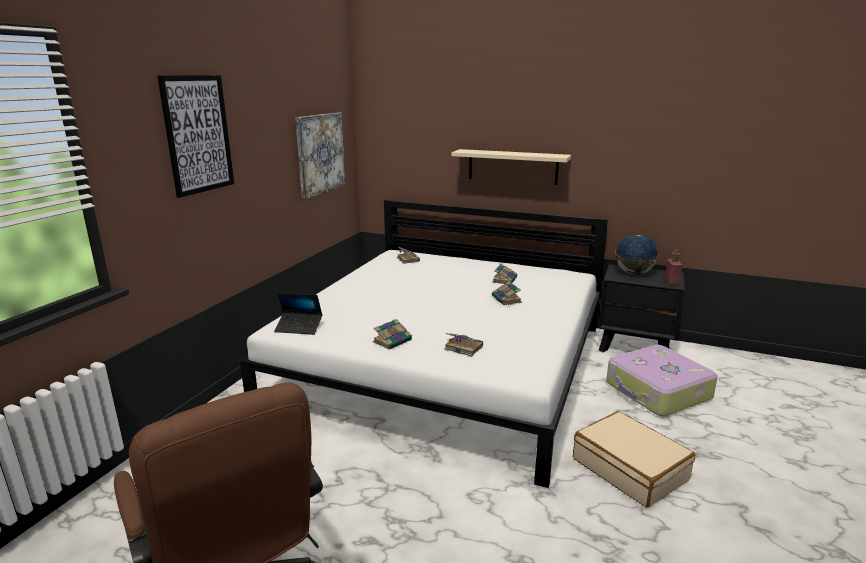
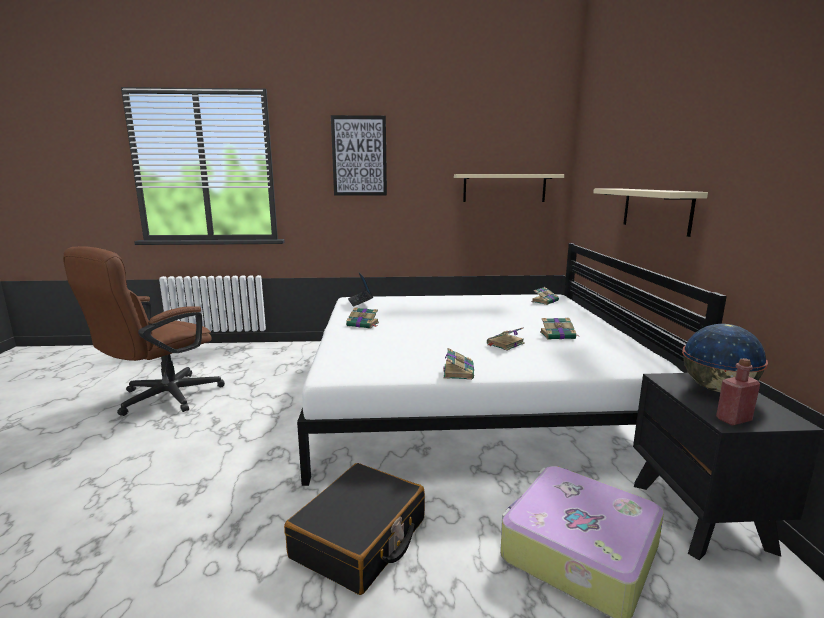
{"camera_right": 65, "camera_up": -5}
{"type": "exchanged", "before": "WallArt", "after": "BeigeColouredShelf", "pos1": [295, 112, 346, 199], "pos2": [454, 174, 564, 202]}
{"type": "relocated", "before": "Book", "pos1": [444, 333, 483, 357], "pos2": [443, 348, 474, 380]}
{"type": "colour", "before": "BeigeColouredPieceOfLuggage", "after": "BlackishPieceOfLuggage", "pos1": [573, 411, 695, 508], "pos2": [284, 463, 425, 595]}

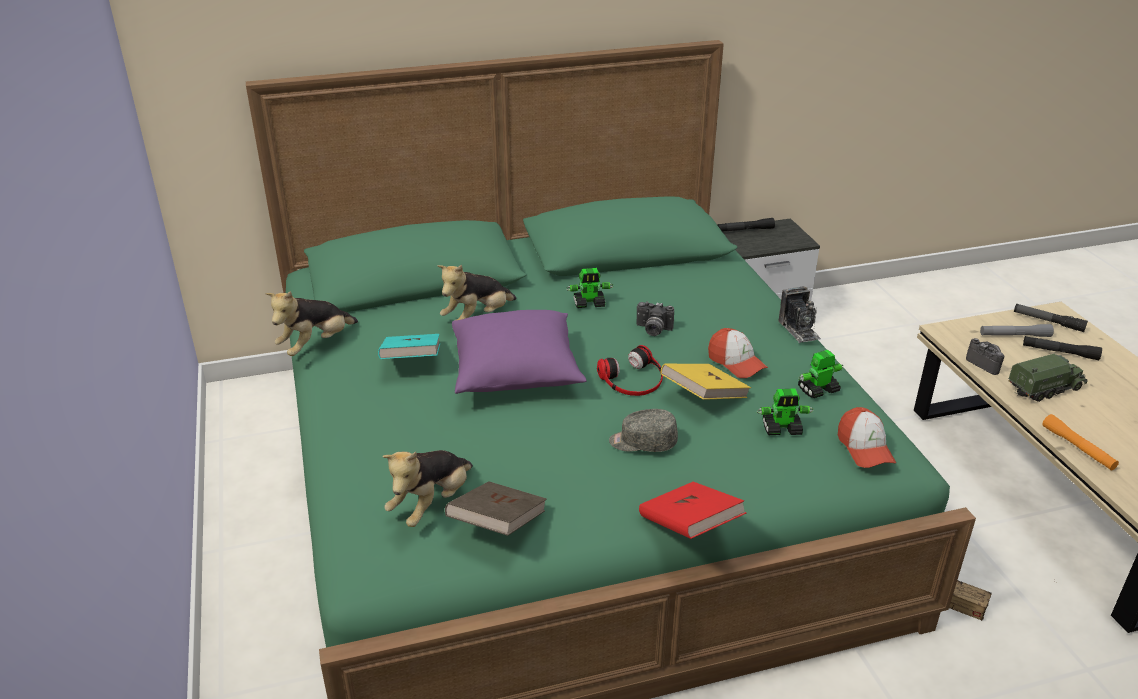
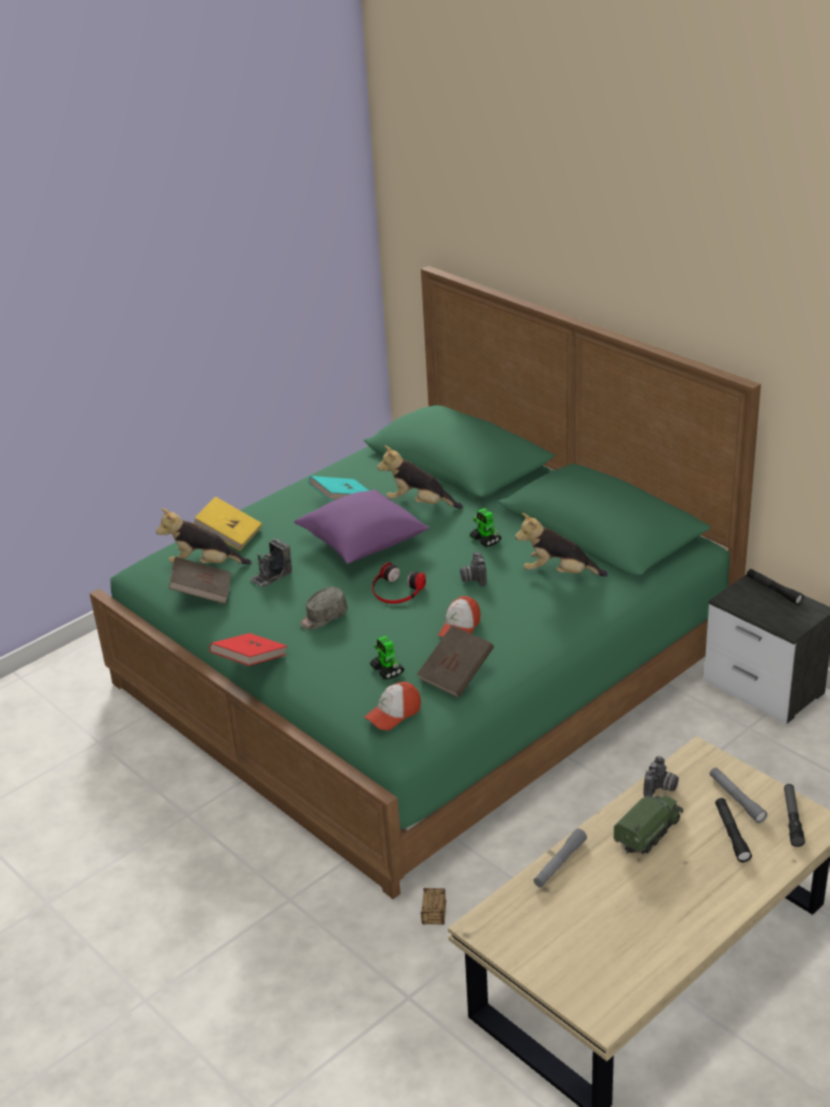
{"camera_right": 65, "camera_up": 0}
{"type": "relocated", "before": "StillCamera", "pos1": [779, 286, 821, 343], "pos2": [249, 539, 292, 587]}
{"type": "relocated", "before": "CuddlyToy", "pos1": [265, 291, 358, 356], "pos2": [515, 513, 608, 577]}
{"type": "exchanged", "before": "ToyRobot", "after": "BrownColouredBook", "pos1": [798, 350, 843, 398], "pos2": [417, 625, 494, 698]}
{"type": "spun", "before": "ToyLorry", "pos1": [1008, 354, 1088, 402], "pos2": [613, 795, 683, 854], "turn": -90}
{"type": "relocated", "before": "YellowBook", "pos1": [661, 364, 751, 400], "pos2": [193, 497, 262, 551]}
{"type": "spun", "before": "GreyBaseballCap", "pos1": [609, 409, 678, 452], "pos2": [300, 587, 348, 630], "turn": -105}
{"type": "colour", "before": "OrangeyTorch", "after": "GreyTorch", "pos1": [1042, 414, 1119, 470], "pos2": [533, 828, 587, 887]}

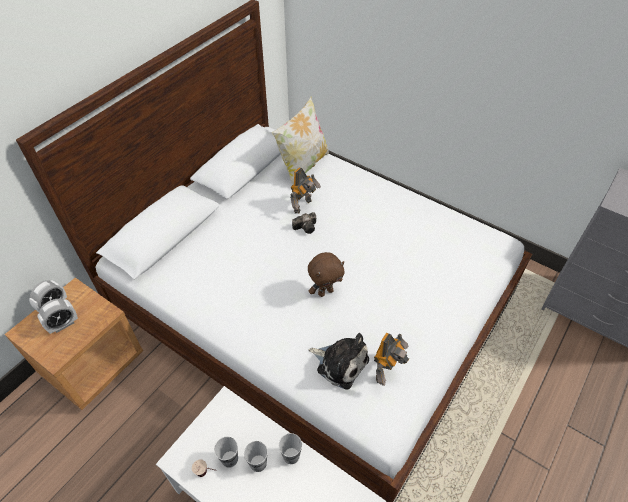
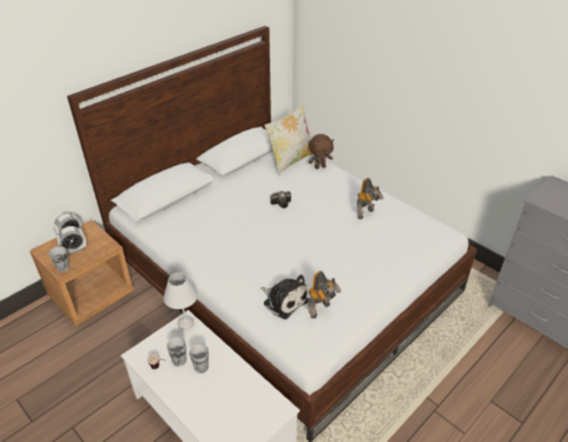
{"camera_right": 10, "camera_up": -10}
{"type": "relocated", "before": "ToyRobot", "pos1": [290, 167, 321, 213], "pos2": [357, 178, 384, 219]}
{"type": "relocated", "before": "BrownColouredCuddlyToy", "pos1": [308, 252, 344, 297], "pos2": [308, 134, 334, 169]}
{"type": "relocated", "before": "DrinkingCup", "pos1": [279, 433, 302, 464], "pos2": [49, 246, 69, 272]}
{"type": "appeared", "after": "WhiteColouredTableLamp", "pos2": [163, 272, 198, 330]}

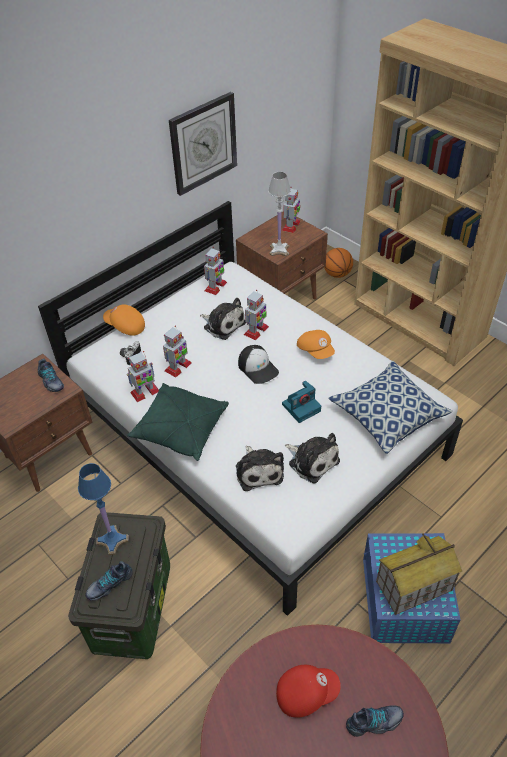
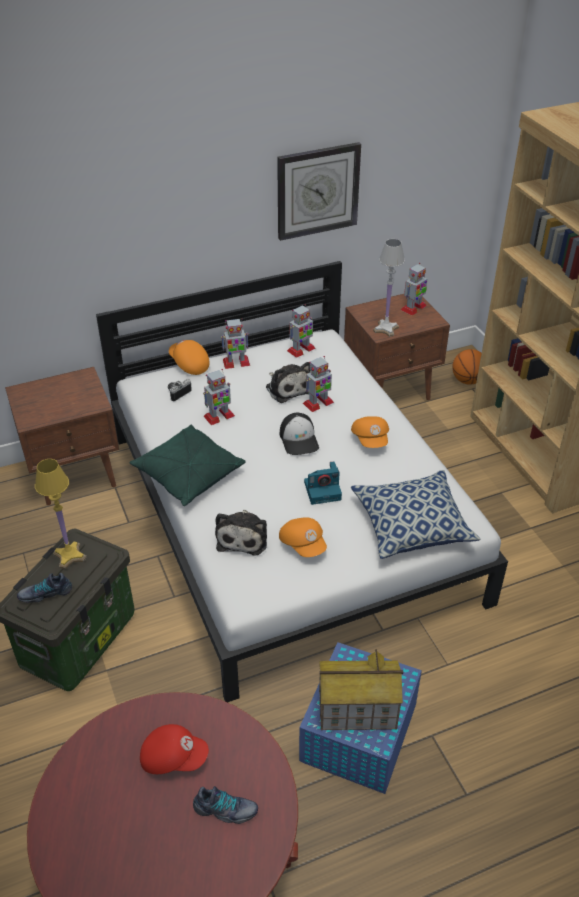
{"camera_right": 20, "camera_up": -5}
{"type": "relocated", "before": "ToyRobot", "pos1": [127, 351, 159, 402], "pos2": [221, 318, 250, 369]}
{"type": "missing", "before": "Shoe", "pos1": [38, 359, 64, 392]}
{"type": "exchanged", "before": "CuddlyToy", "after": "OrangeyBaseballCap", "pos1": [285, 433, 340, 484], "pos2": [279, 517, 327, 557]}
{"type": "colour", "before": "BlueColouredTableLamp", "after": "YellowTableLamp", "pos1": [78, 463, 129, 555], "pos2": [35, 459, 87, 569]}

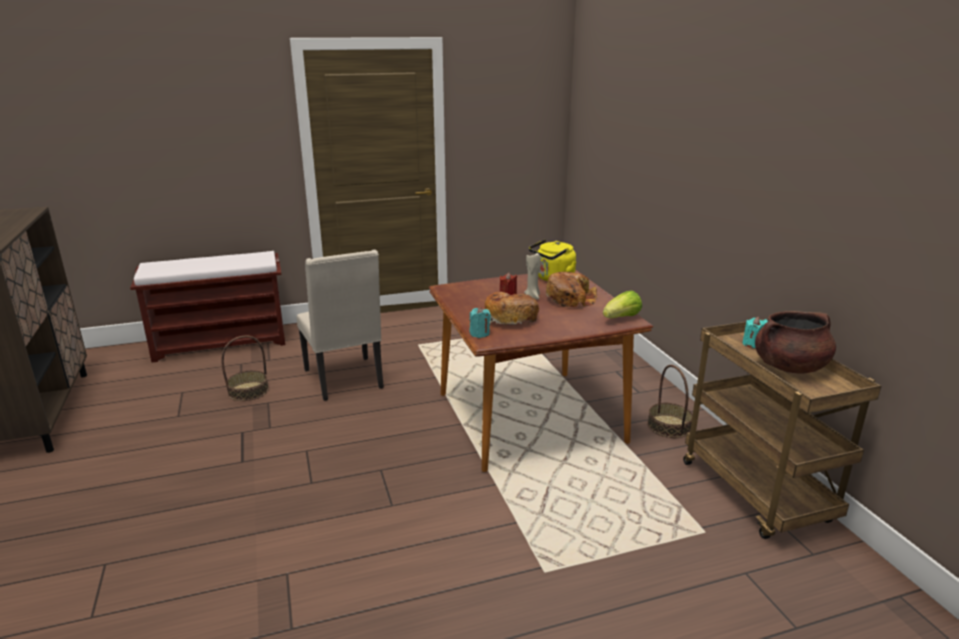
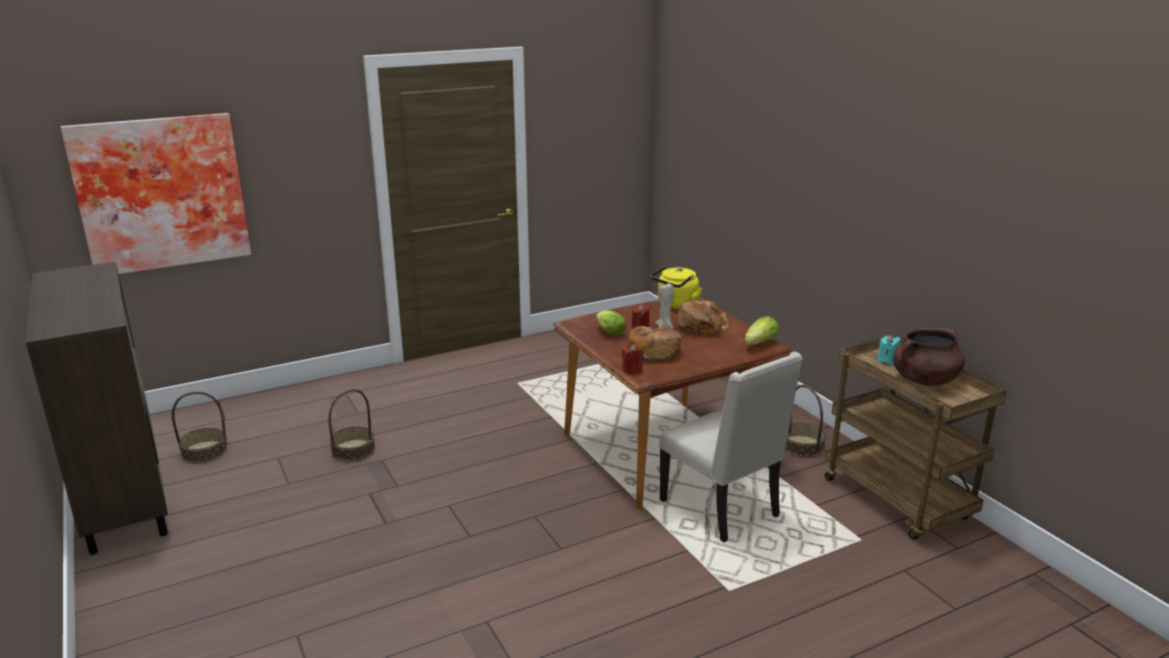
{"camera_right": -10, "camera_up": 0}
{"type": "relocated", "before": "BeigeColouredUprightChair", "pos1": [297, 250, 384, 401], "pos2": [659, 352, 803, 542]}
{"type": "missing", "before": "BrownColouredLongSeat", "pos1": [130, 251, 285, 363]}
{"type": "colour", "before": "TurquoiseCandle", "after": "ReddishCandle", "pos1": [469, 307, 491, 338], "pos2": [622, 344, 644, 375]}
{"type": "appeared", "after": "WallArt", "pos2": [60, 113, 251, 274]}
{"type": "appeared", "after": "LettuceHead", "pos2": [596, 310, 626, 336]}
{"type": "appeared", "after": "StorageBasket", "pos2": [172, 391, 227, 463]}

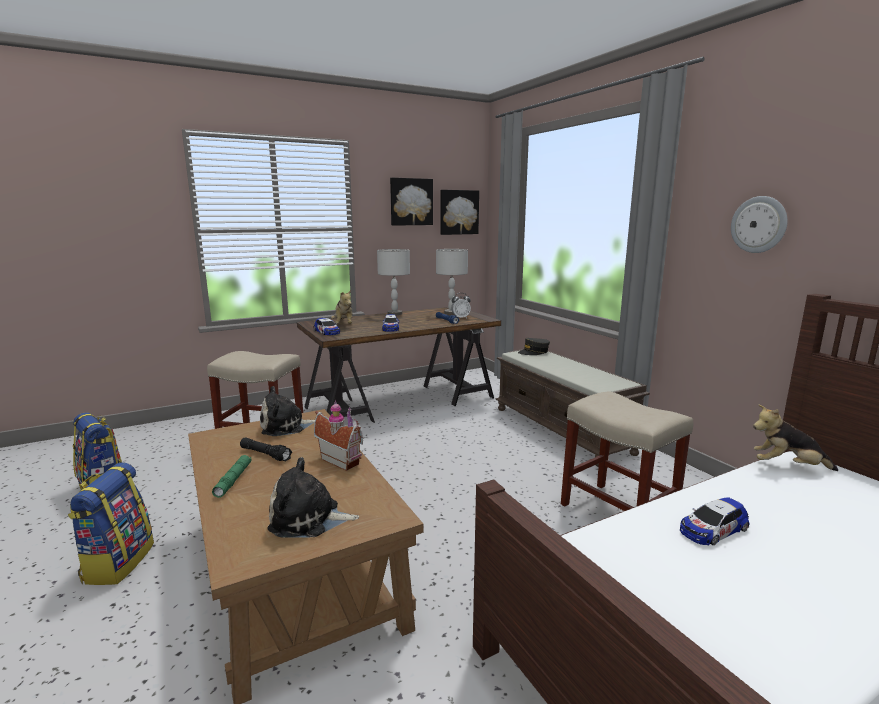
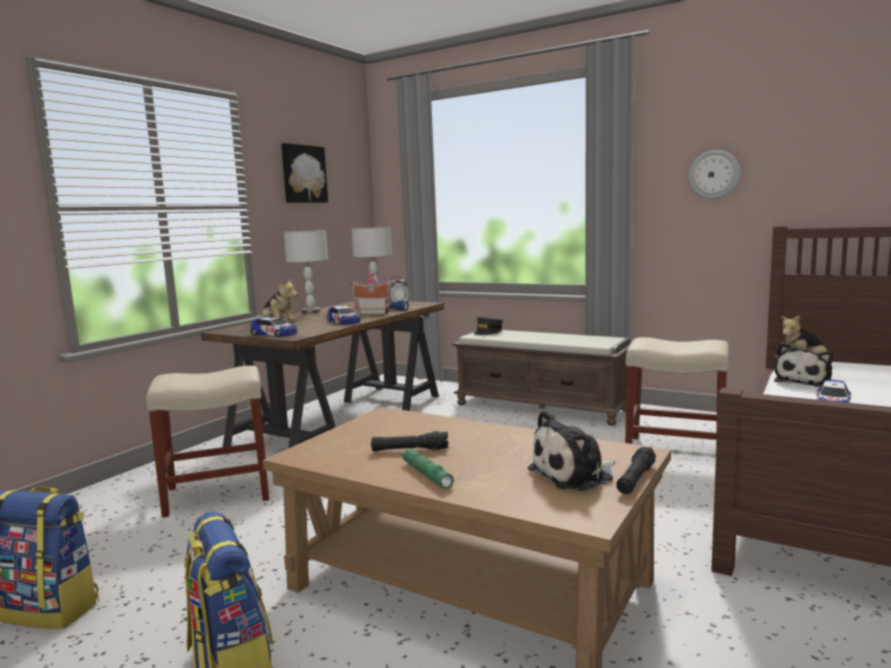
{"camera_right": -30, "camera_up": -5}
{"type": "missing", "before": "WallArt", "pos1": [440, 190, 479, 235]}
{"type": "relocated", "before": "CuddlyToy", "pos1": [260, 386, 315, 436], "pos2": [774, 342, 833, 387]}
{"type": "relocated", "before": "MiniatureHouse", "pos1": [314, 400, 363, 471], "pos2": [350, 270, 394, 314]}
{"type": "appeared", "after": "BlackishTorch", "pos2": [616, 447, 656, 494]}

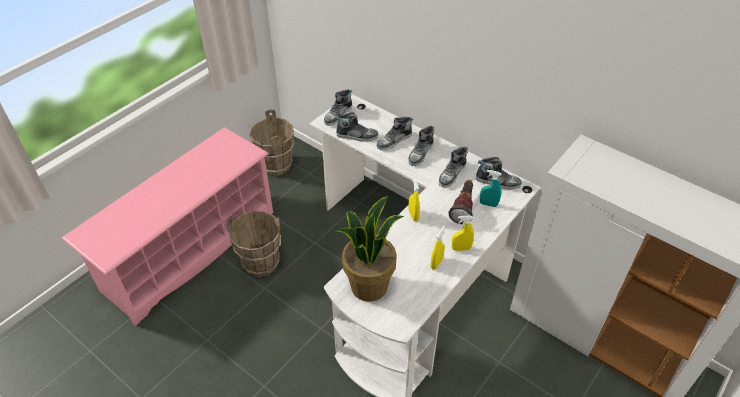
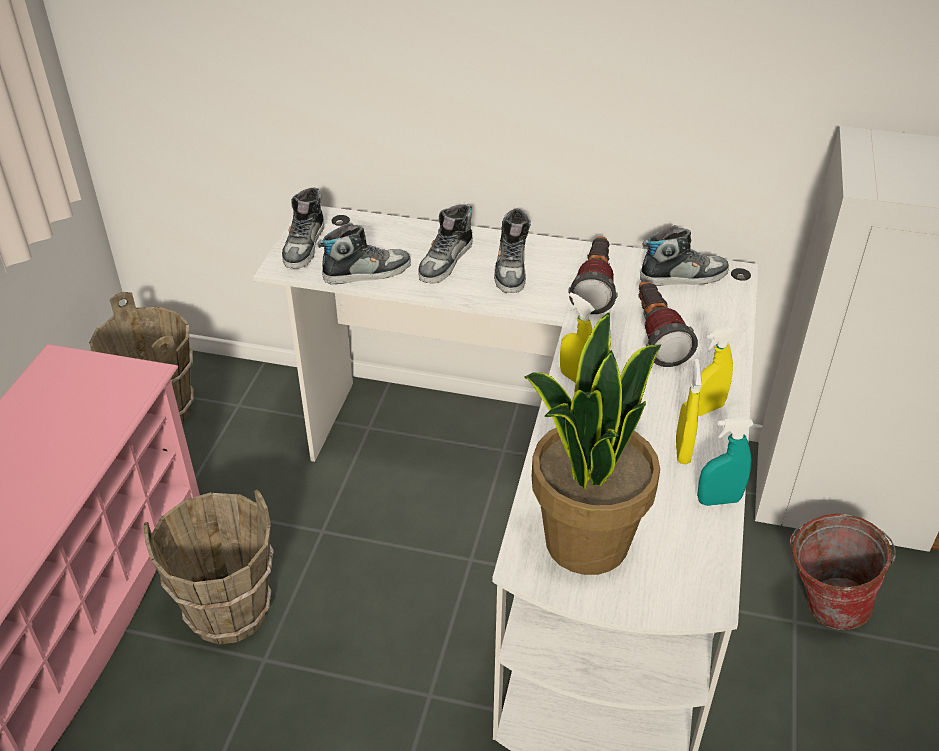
{"camera_right": -25, "camera_up": -5}
{"type": "exchanged", "before": "Shoe", "after": "Torch", "pos1": [439, 147, 468, 188], "pos2": [568, 236, 618, 314]}
{"type": "relocated", "before": "TurquoiseHandSprayer", "pos1": [480, 170, 501, 207], "pos2": [697, 417, 754, 506]}
{"type": "appeared", "after": "Pail", "pos2": [790, 514, 896, 630]}

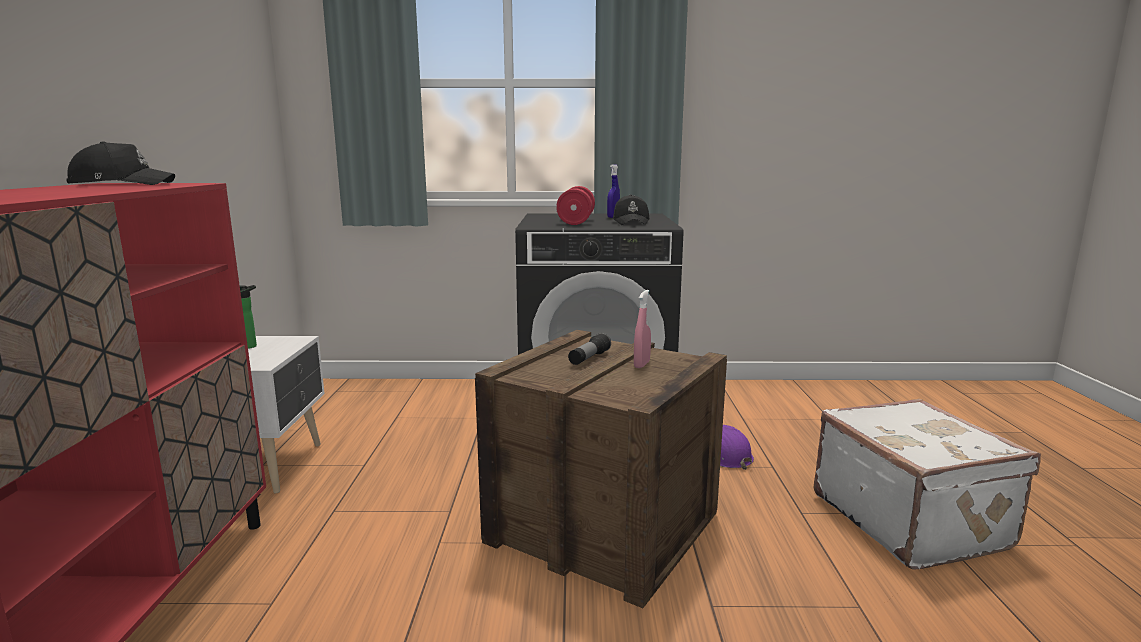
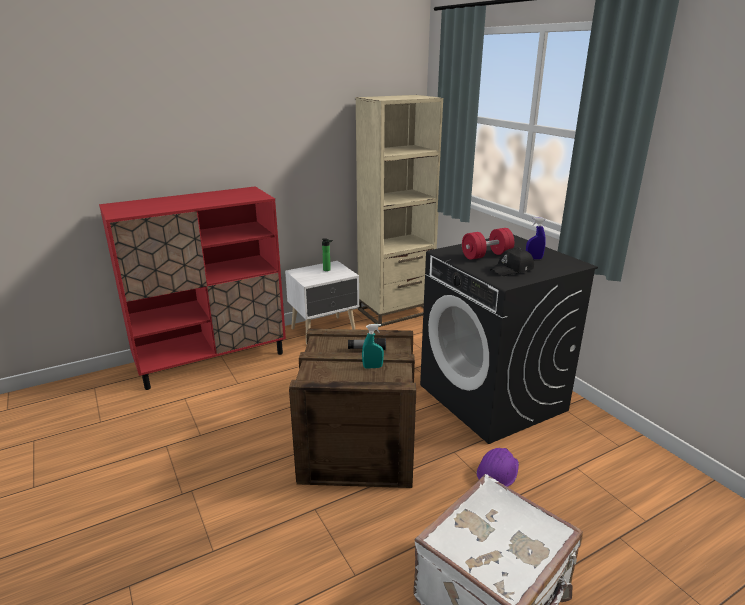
{"camera_right": 60, "camera_up": 10}
{"type": "missing", "before": "BlackishBaseballCap", "pos1": [66, 142, 175, 185]}
{"type": "colour", "before": "PinkColouredHandSprayer", "after": "TurquoiseHandSprayer", "pos1": [634, 290, 651, 368], "pos2": [362, 324, 384, 369]}
{"type": "appeared", "after": "BeigeColouredBookshelf", "pos2": [355, 95, 443, 327]}

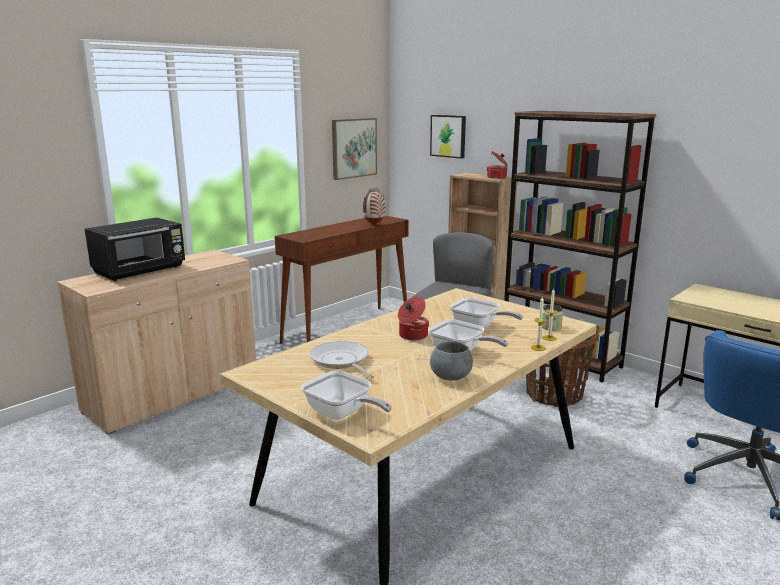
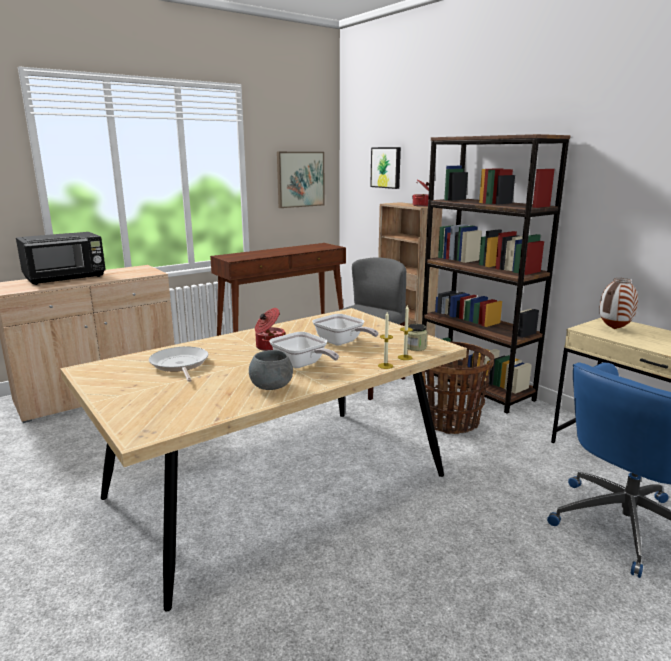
{"camera_right": 10, "camera_up": 0}
{"type": "relocated", "before": "DecorativeVase", "pos1": [363, 189, 385, 225], "pos2": [599, 278, 638, 329]}
{"type": "missing", "before": "Pan", "pos1": [301, 370, 392, 420]}

